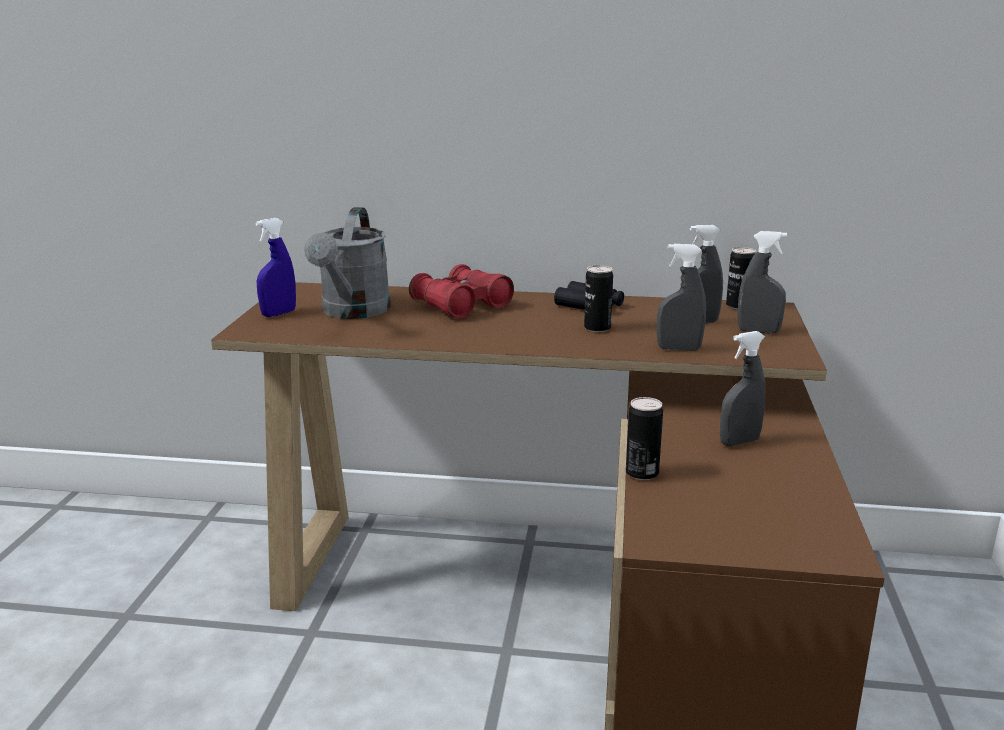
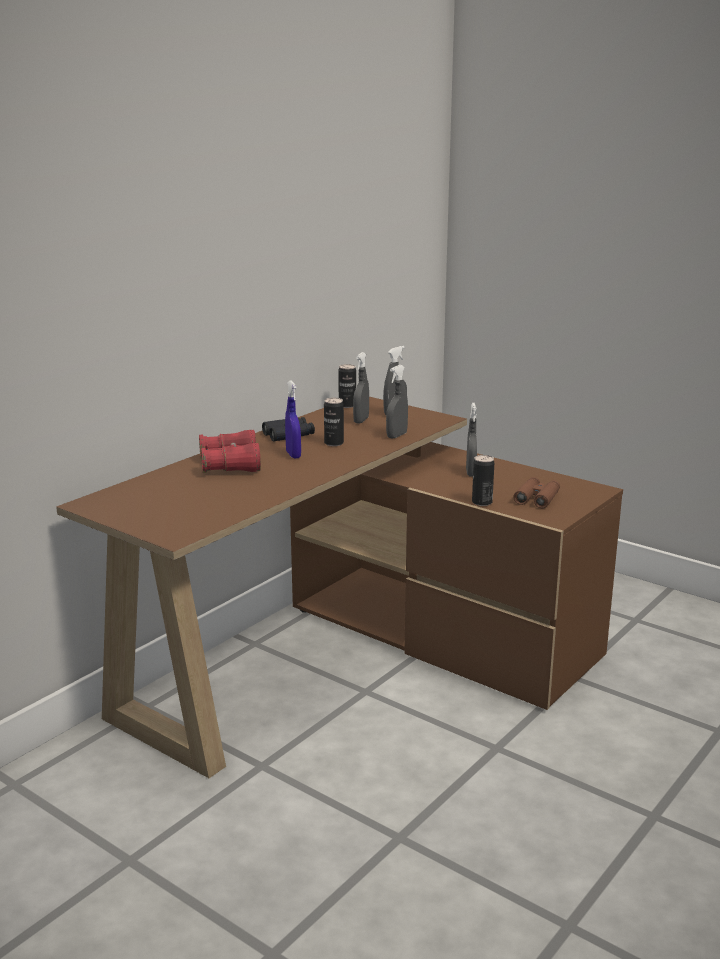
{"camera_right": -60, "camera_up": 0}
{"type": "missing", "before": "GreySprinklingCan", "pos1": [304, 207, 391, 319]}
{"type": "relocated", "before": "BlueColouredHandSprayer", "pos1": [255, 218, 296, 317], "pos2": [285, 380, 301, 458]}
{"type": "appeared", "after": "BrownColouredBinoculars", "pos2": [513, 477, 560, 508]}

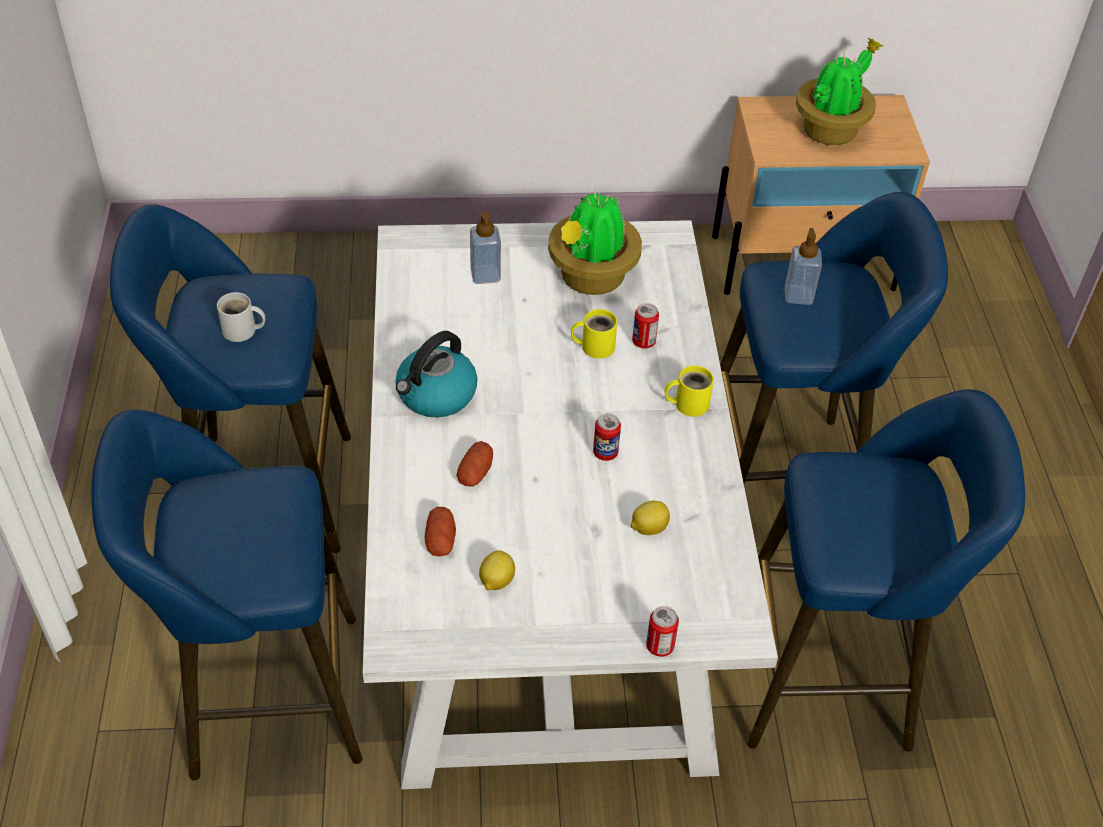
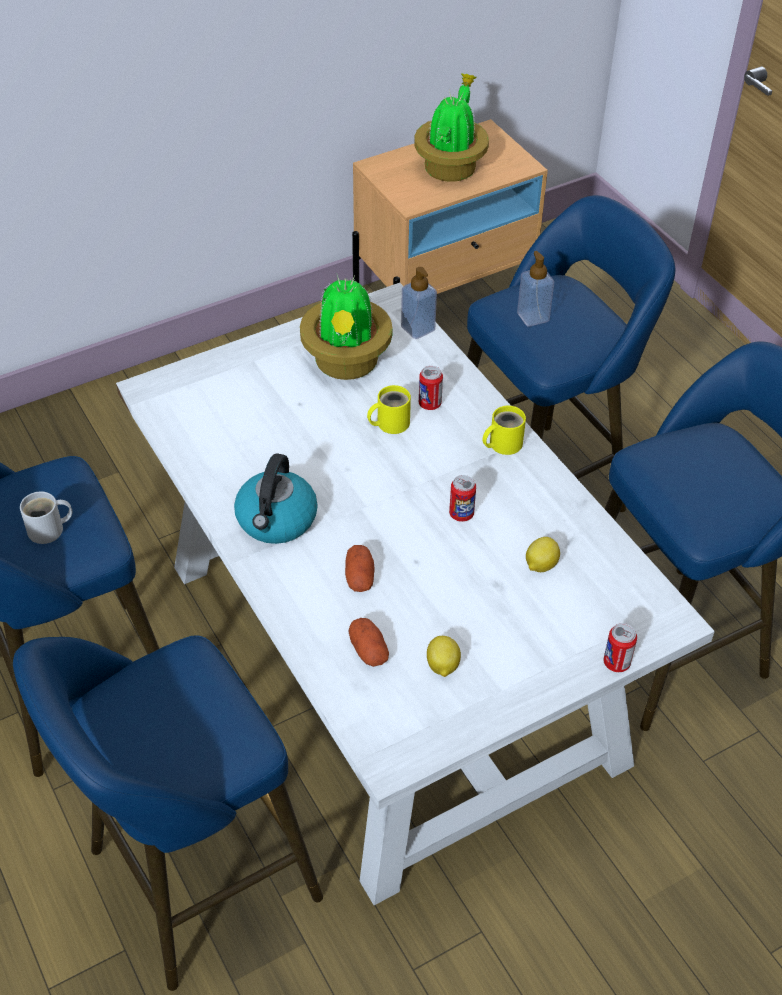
{"camera_right": -25, "camera_up": 0}
{"type": "relocated", "before": "SoapDispenser", "pos1": [470, 212, 501, 284], "pos2": [401, 267, 437, 339]}

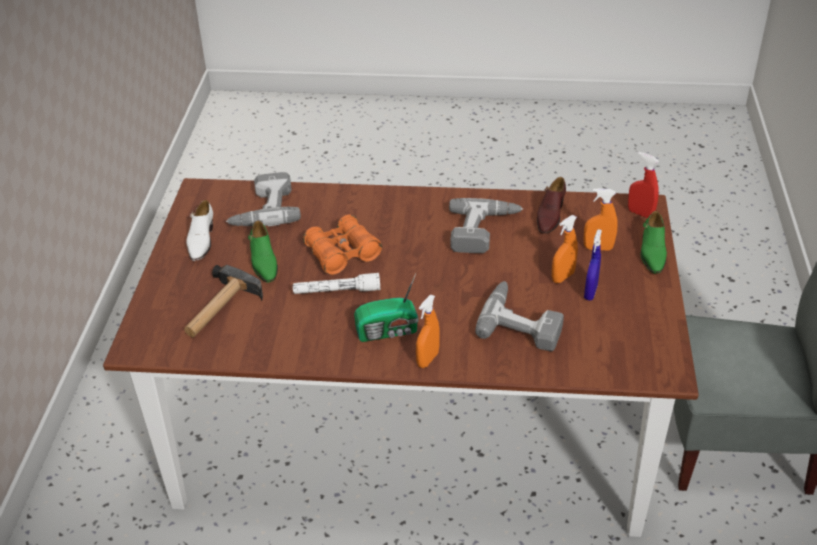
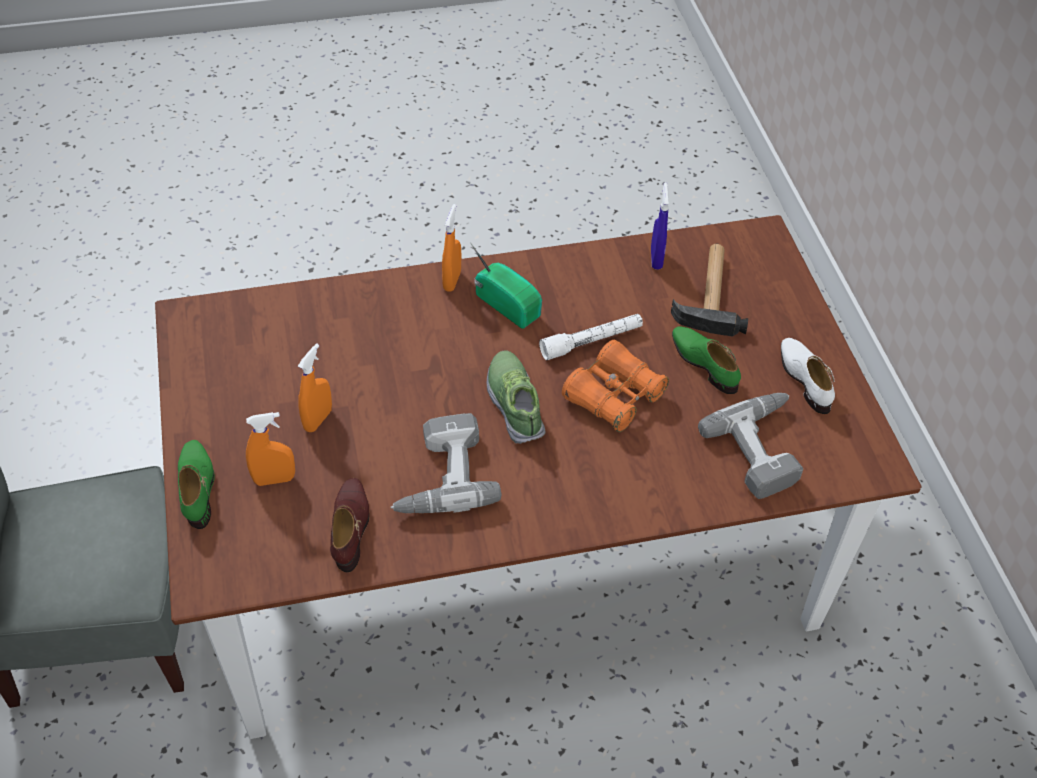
{"camera_right": 160, "camera_up": 10}
{"type": "missing", "before": "ReddishHandSprayer", "pos1": [628, 152, 659, 218]}
{"type": "relocated", "before": "BlueColouredHandSprayer", "pos1": [584, 229, 602, 300], "pos2": [651, 182, 669, 270]}
{"type": "spun", "before": "RadioSet", "pos1": [354, 273, 418, 342], "pos2": [471, 244, 542, 329], "turn": 75}
{"type": "missing", "before": "PowerDrill", "pos1": [475, 281, 564, 352]}
{"type": "appeared", "after": "Shoe", "pos2": [487, 351, 546, 444]}

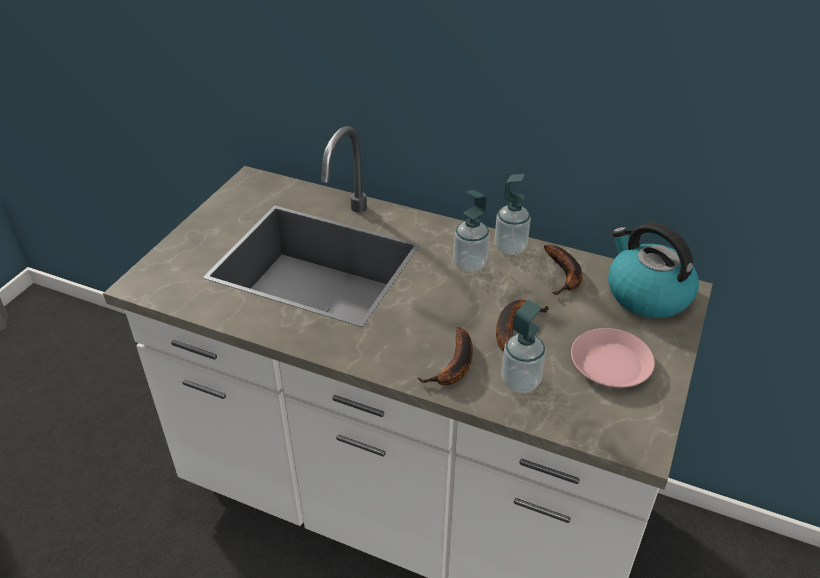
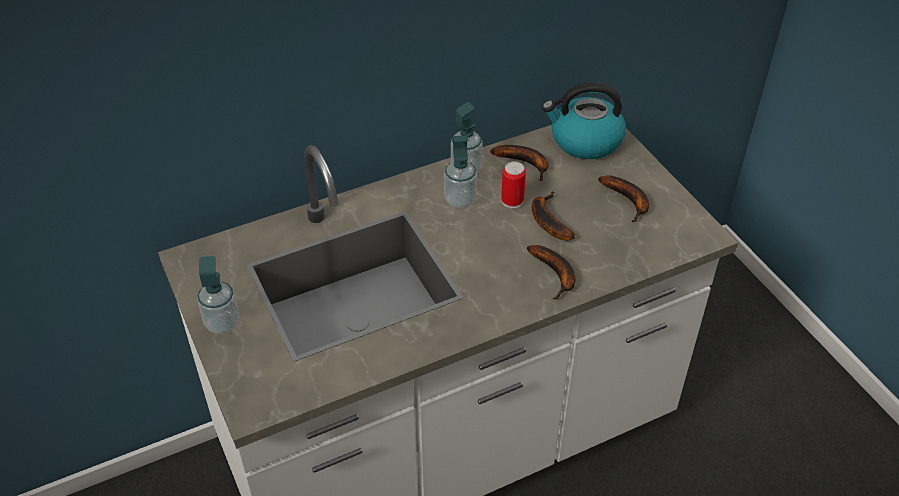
{"camera_right": -50, "camera_up": 5}
{"type": "relocated", "before": "SoapDispenser", "pos1": [501, 300, 546, 393], "pos2": [197, 256, 240, 334]}
{"type": "exchanged", "before": "PinkColouredPlate", "after": "BananaFruit", "pos1": [571, 328, 655, 388], "pos2": [598, 175, 649, 222]}
{"type": "appeared", "after": "Can", "pos2": [501, 161, 526, 209]}

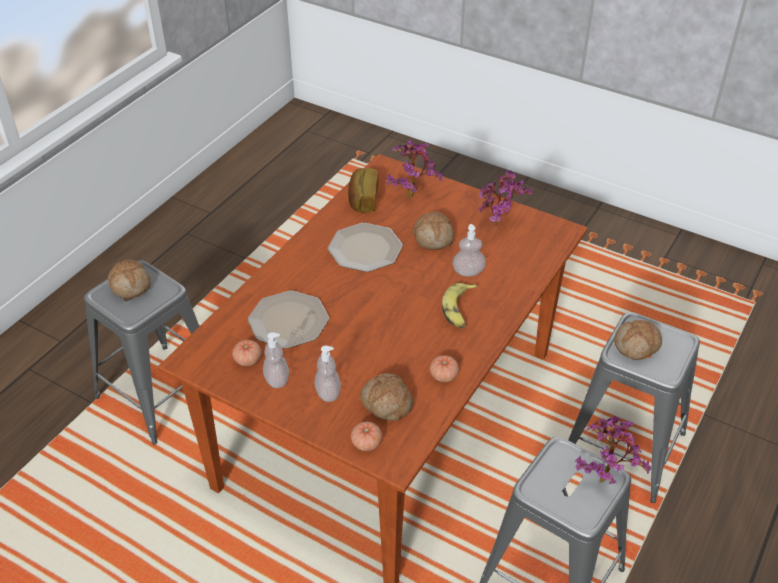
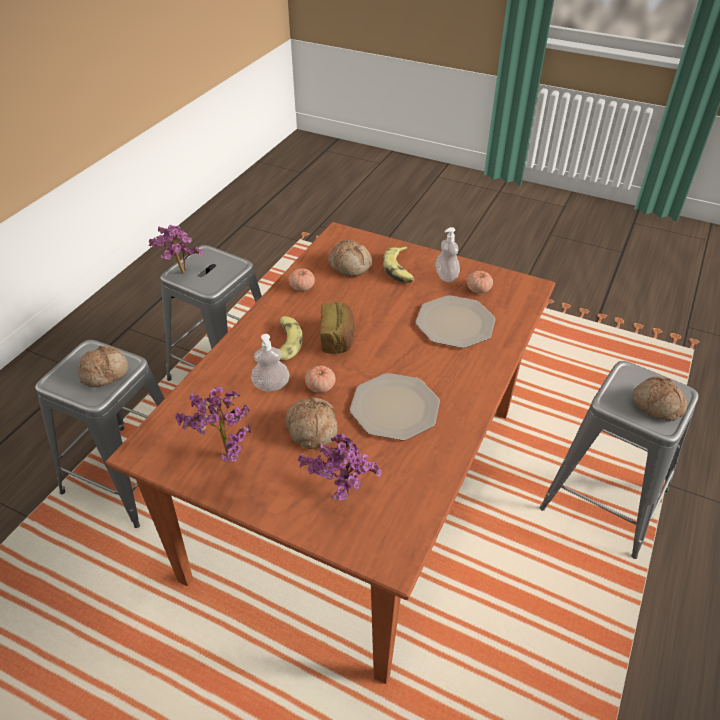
{"camera_right": 175, "camera_up": 0}
{"type": "relocated", "before": "BakeryBread", "pos1": [348, 168, 379, 213], "pos2": [320, 302, 355, 354]}
{"type": "exchanged", "before": "SoapDispenser", "after": "BananaFruit", "pos1": [314, 346, 341, 402], "pos2": [383, 246, 414, 283]}
{"type": "relocated", "before": "WholeTomato", "pos1": [351, 422, 382, 451], "pos2": [305, 366, 336, 393]}

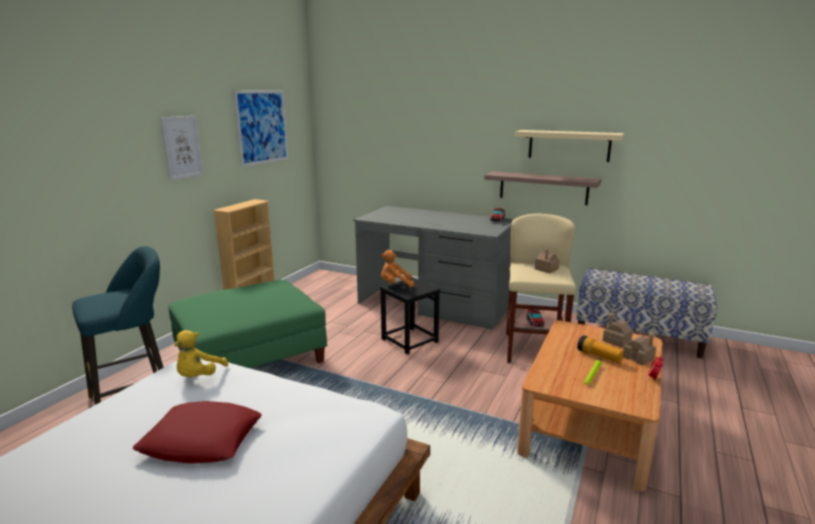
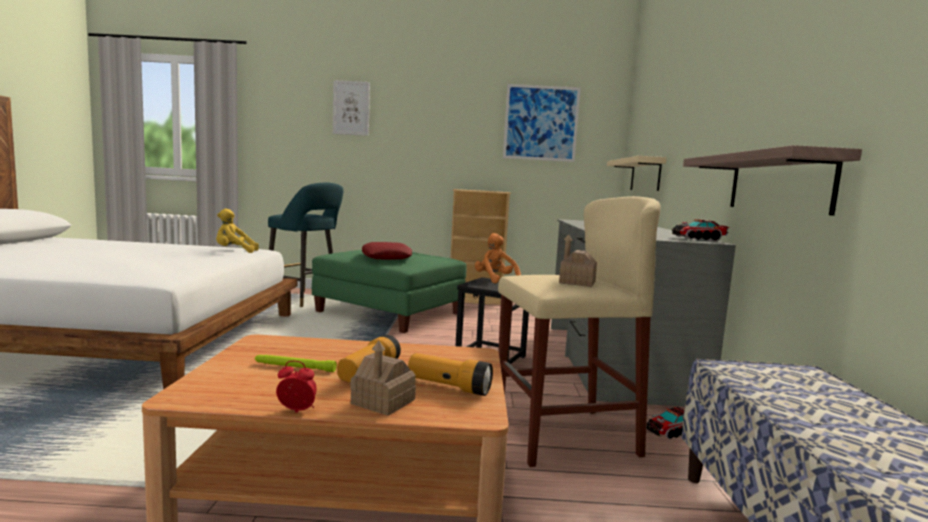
{"camera_right": 65, "camera_up": -10}
{"type": "relocated", "before": "WallArt", "pos1": [160, 116, 204, 181], "pos2": [333, 80, 370, 136]}
{"type": "relocated", "before": "BeigeColouredShelf", "pos1": [514, 130, 624, 162], "pos2": [607, 156, 667, 191]}
{"type": "exchanged", "before": "MiniatureHouse", "after": "Torch", "pos1": [603, 312, 633, 348], "pos2": [408, 353, 493, 396]}
{"type": "relocated", "before": "ReddishCushion", "pos1": [133, 401, 262, 463], "pos2": [362, 242, 412, 260]}

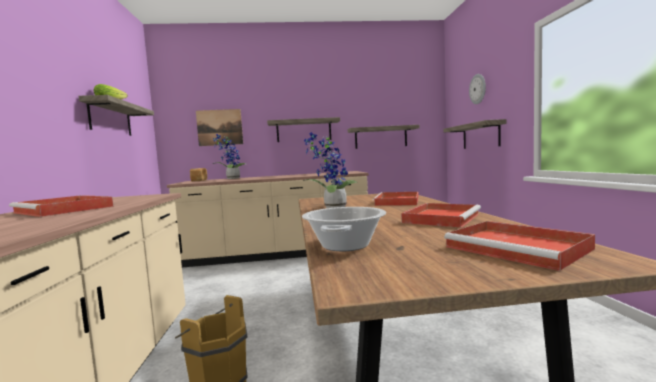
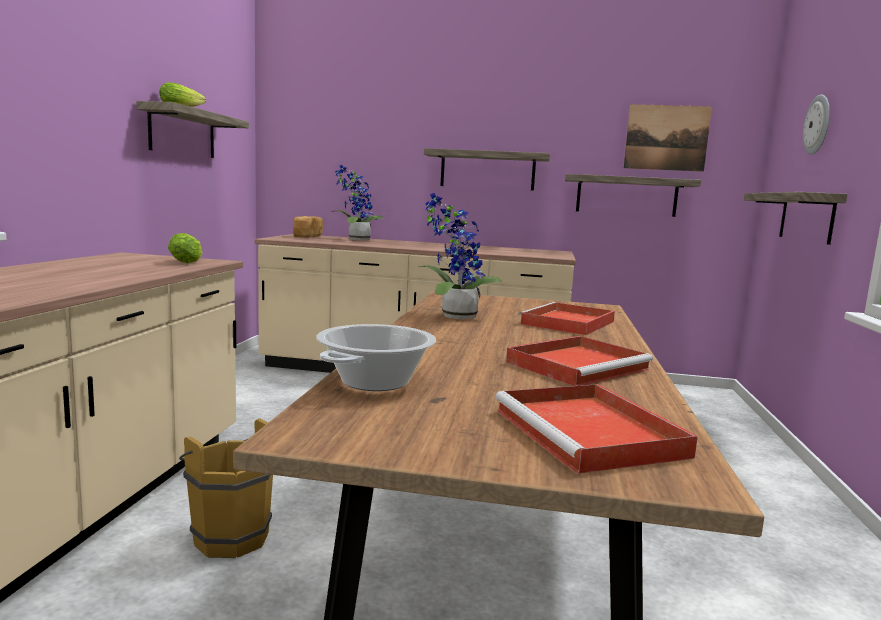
{"camera_right": 15, "camera_up": 5}
{"type": "relocated", "before": "WallArt", "pos1": [196, 109, 243, 146], "pos2": [624, 104, 712, 172]}
{"type": "missing", "before": "ReddishCarryingTray", "pos1": [9, 195, 114, 217]}
{"type": "appeared", "after": "LettuceHead", "pos2": [168, 233, 203, 263]}

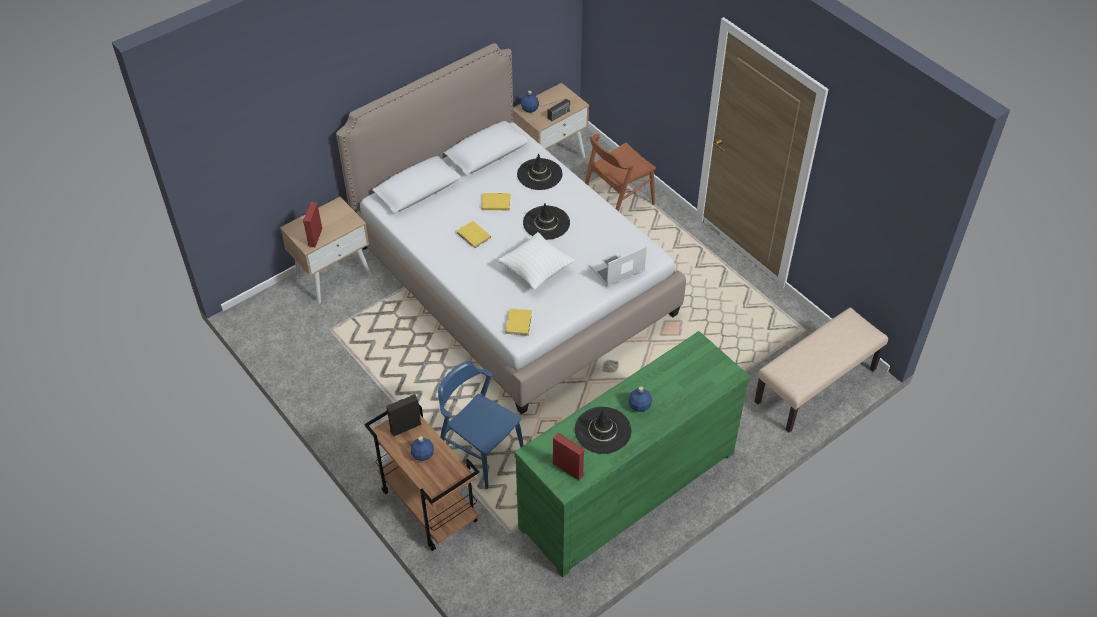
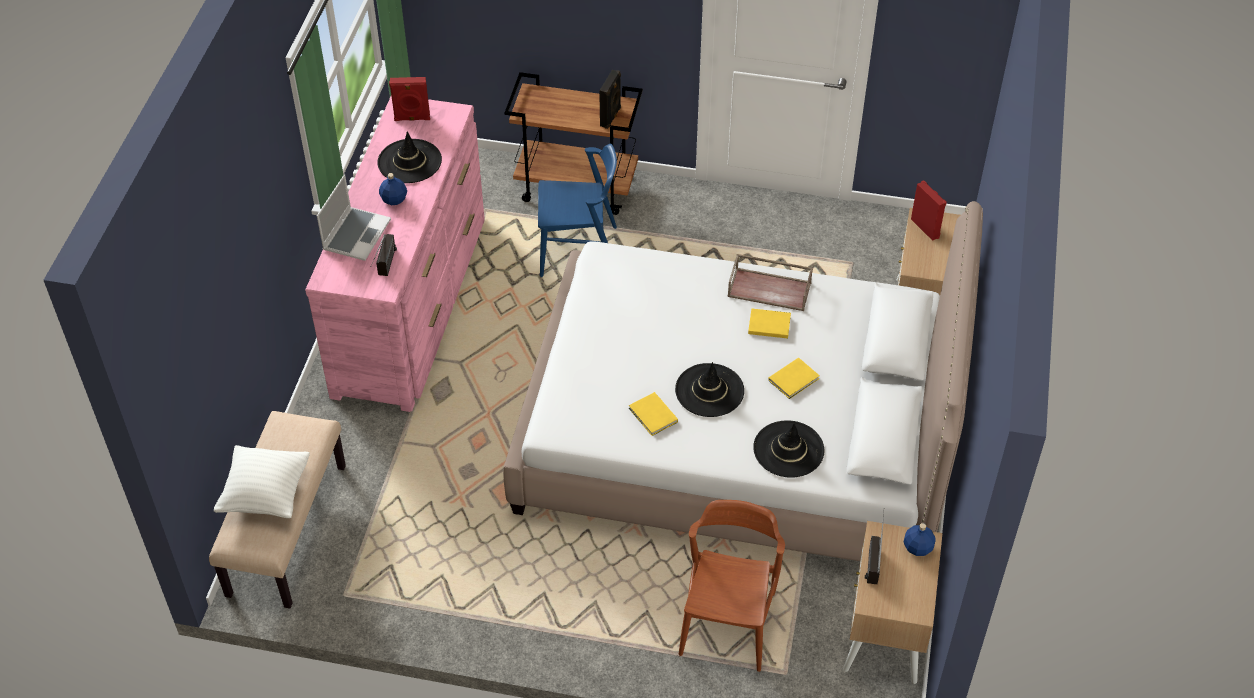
{"camera_right": 140, "camera_up": 0}
{"type": "relocated", "before": "WhiteColouredCushion", "pos1": [498, 232, 575, 290], "pos2": [214, 445, 310, 518]}
{"type": "relocated", "before": "PortableComputer", "pos1": [589, 246, 647, 288], "pos2": [317, 174, 391, 261]}
{"type": "relocated", "before": "YellowBook", "pos1": [505, 308, 532, 336], "pos2": [629, 392, 678, 436]}
{"type": "colour", "before": "GreenDresser", "after": "PinkColouredDresser", "pos1": [514, 331, 750, 577], "pos2": [305, 96, 485, 412]}
{"type": "missing", "before": "BlueColouredDrinkBottle", "pos1": [411, 436, 434, 461]}
{"type": "appeared", "after": "RadioSet", "pos2": [370, 234, 397, 276]}
{"type": "appeared", "after": "BrownColouredCarryingTray", "pos2": [727, 254, 813, 311]}

